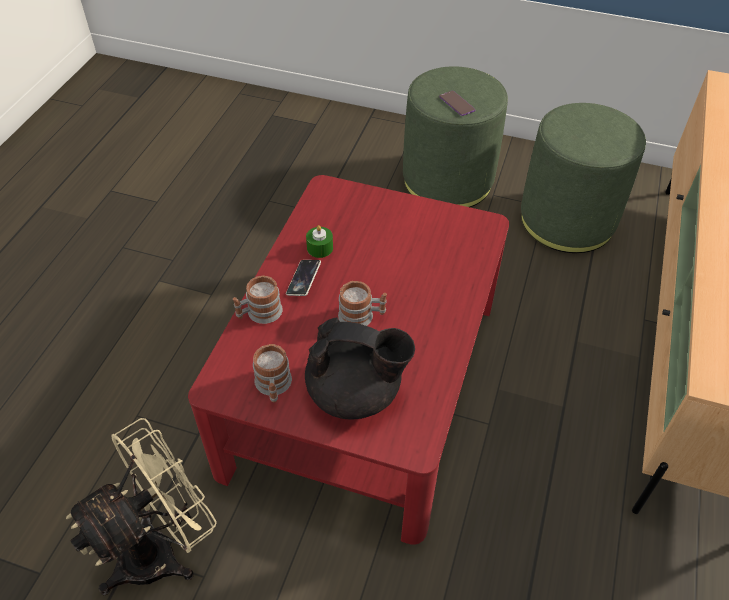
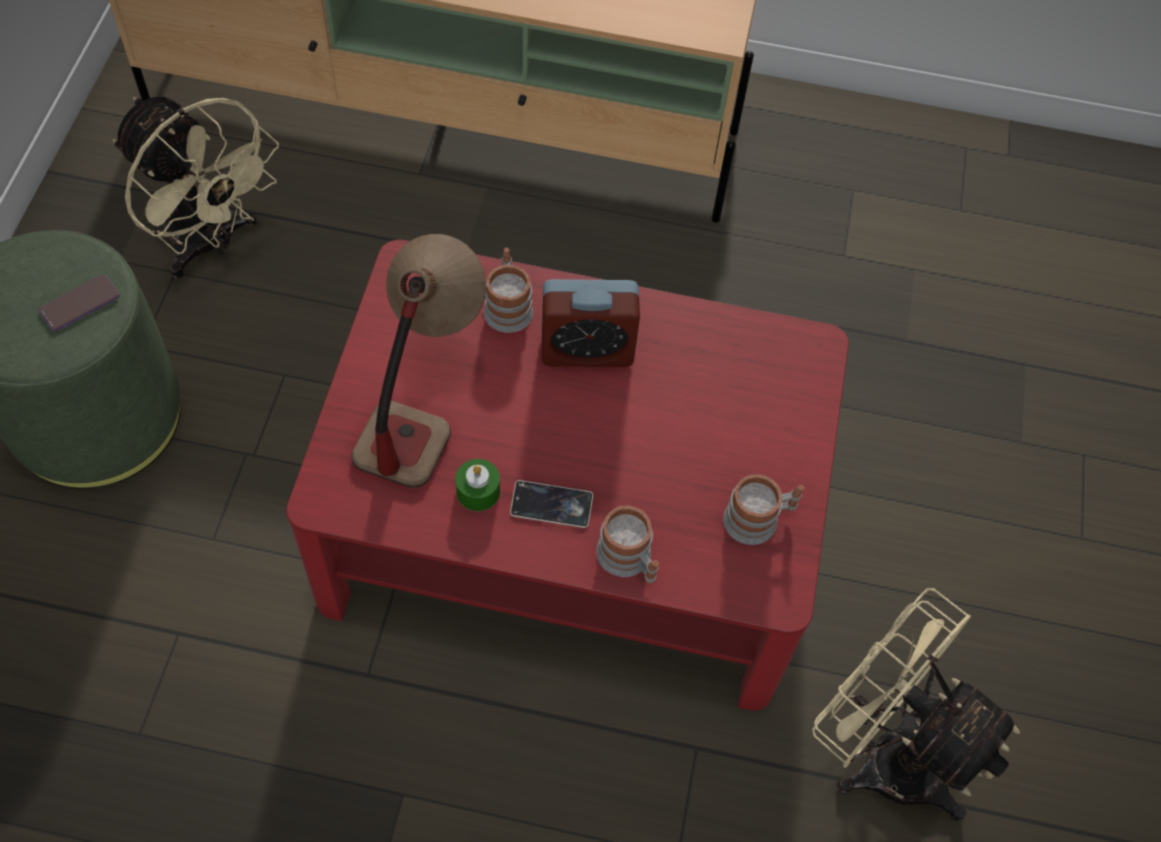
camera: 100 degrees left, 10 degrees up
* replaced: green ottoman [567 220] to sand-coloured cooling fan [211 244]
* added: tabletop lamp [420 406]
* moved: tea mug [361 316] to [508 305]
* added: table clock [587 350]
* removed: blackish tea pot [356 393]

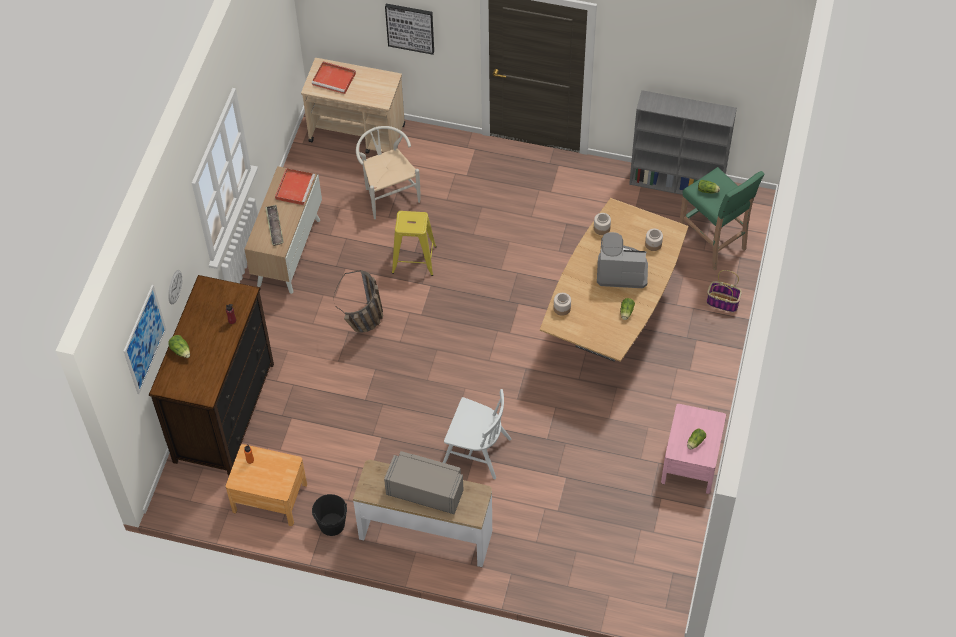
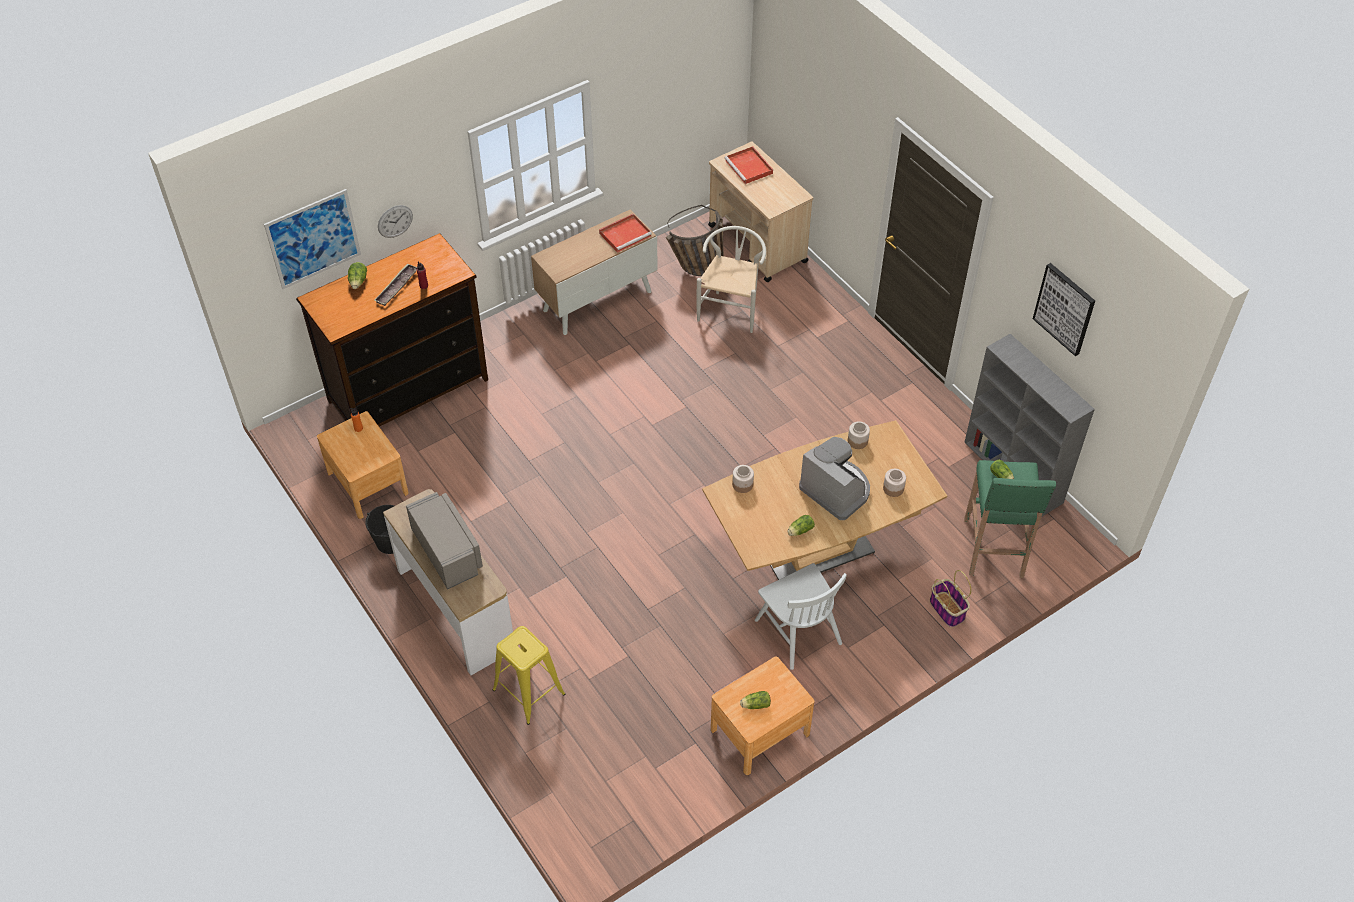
camera: 40 degrees right, 5 degrees down
* moved: serving tray [274 227] to [396 287]
* moved: yellowish sitting stool [414 259] to [529 692]
* moved: household basket [365 325] to [696 269]
* recoloured: pinkish night table [691 461] to brownish night table [760 732]
* moved: white plain chair [476 451] to [798 631]
* moved: picture [410 27] to [1065 308]

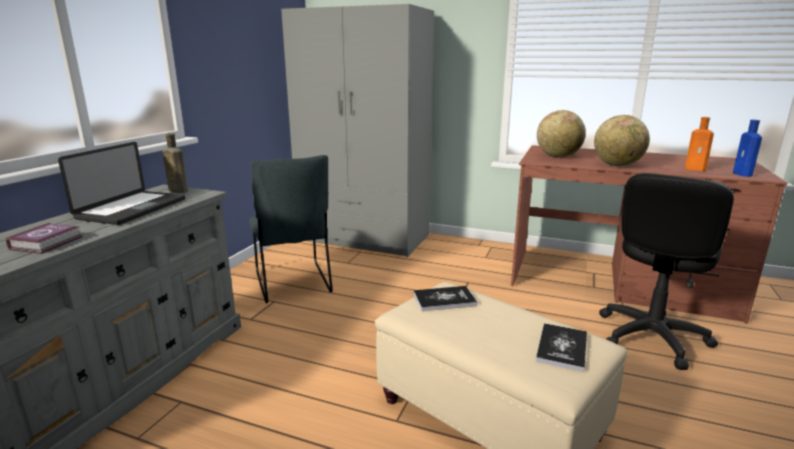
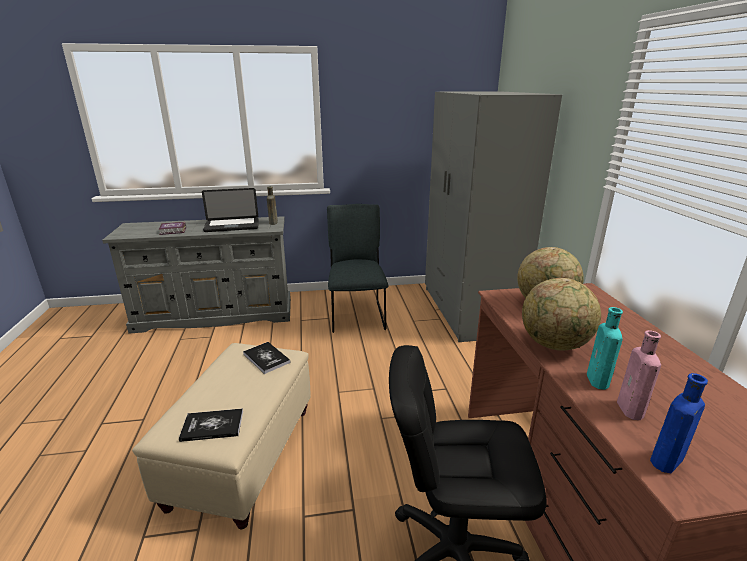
camera: 60 degrees right, 5 degrees up
* turned: grey plain chair [293 284] = [357 315] 135 degrees clockwise
* added: blue-green beverage bottle [598 382]
* recoloured: orange-coloured beverage bottle [697 169] to pinkish beverage bottle [631 411]

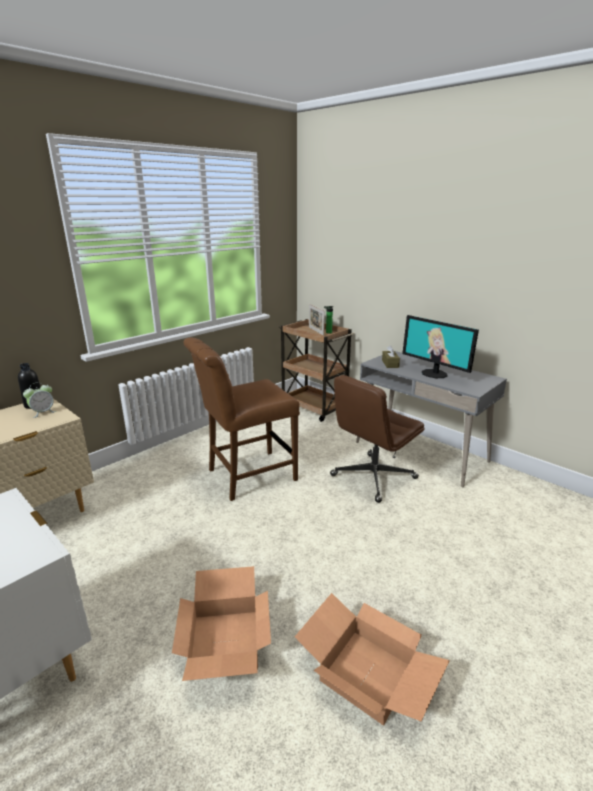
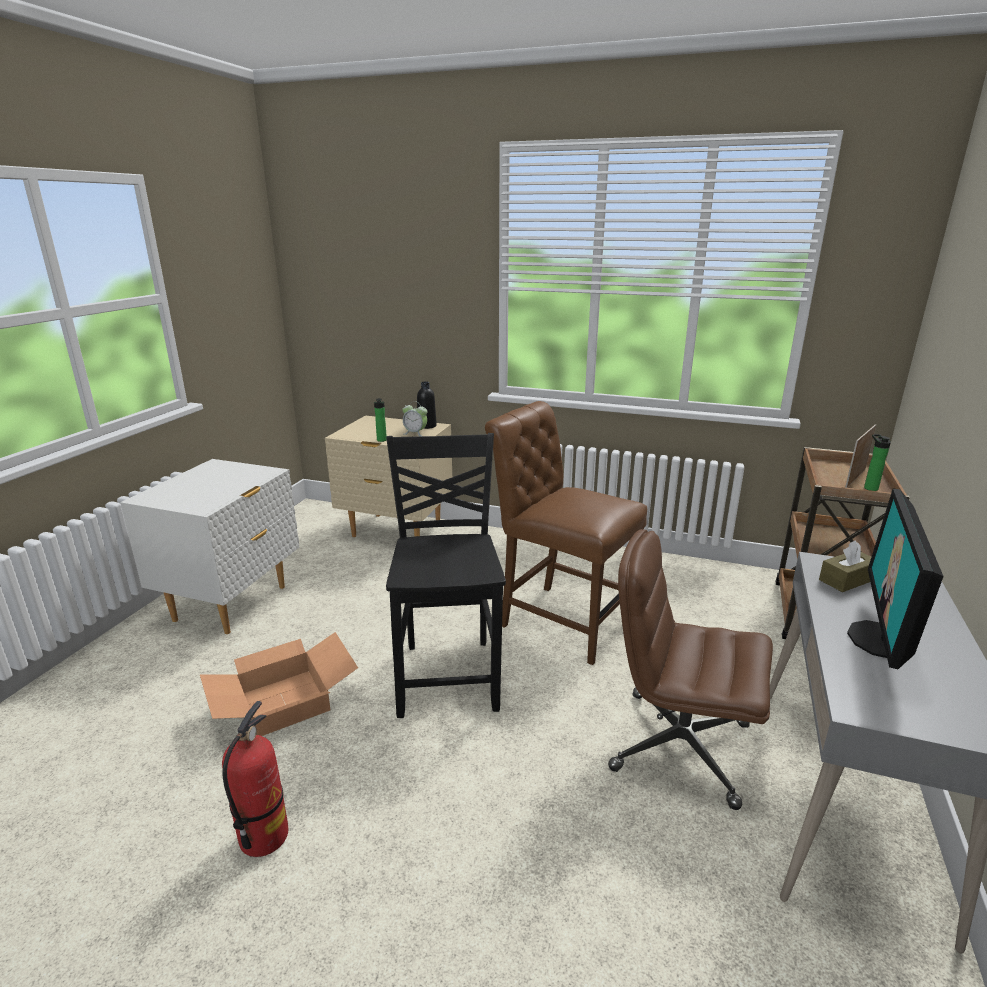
camera: 65 degrees right, 0 degrees up
* replaced: packing box [365 674] to extinguisher [263 836]
* added: beverage bottle [381 440]
* added: blackish plain chair [449 675]

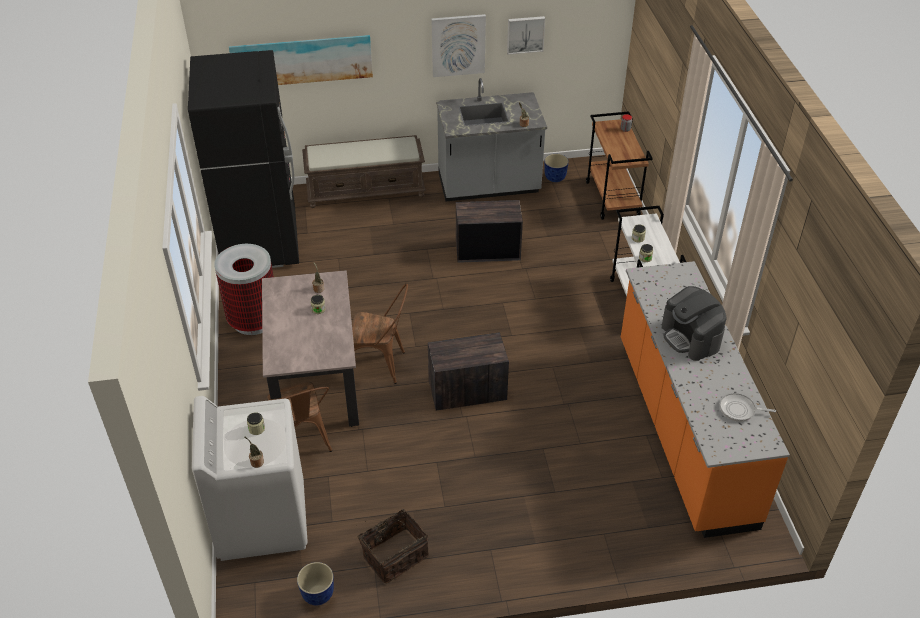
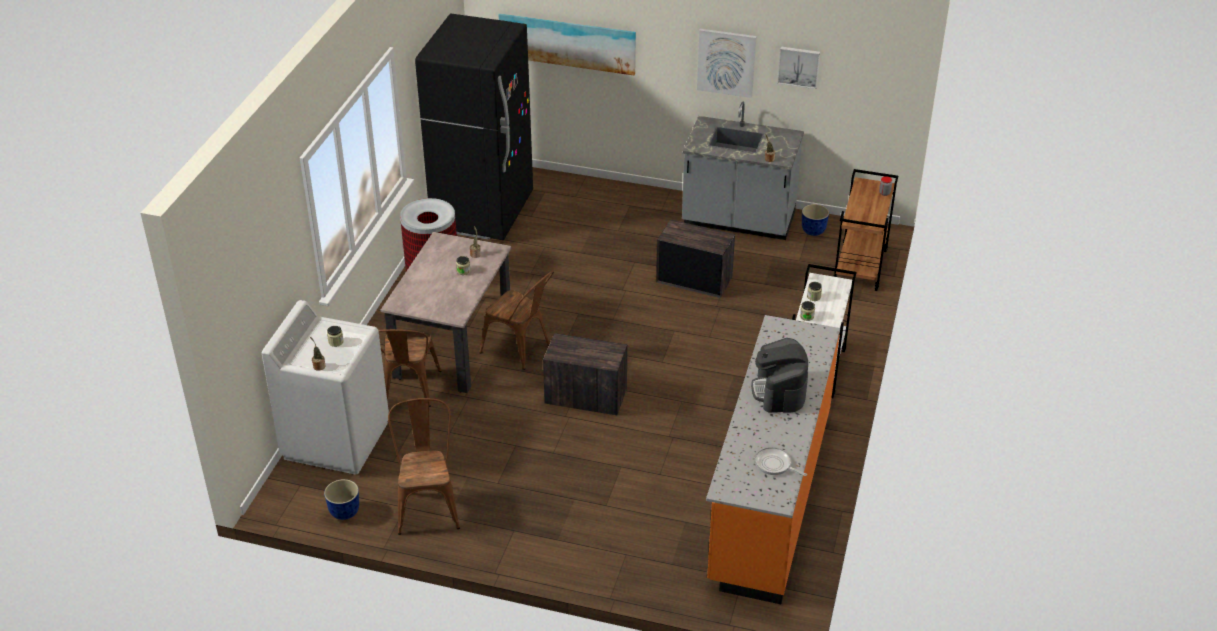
camera: 25 degrees right, 5 degrees down
* replaced: household basket [394 554] to brownish plain chair [428 505]
* removed: brownish indoor bench [366 191]

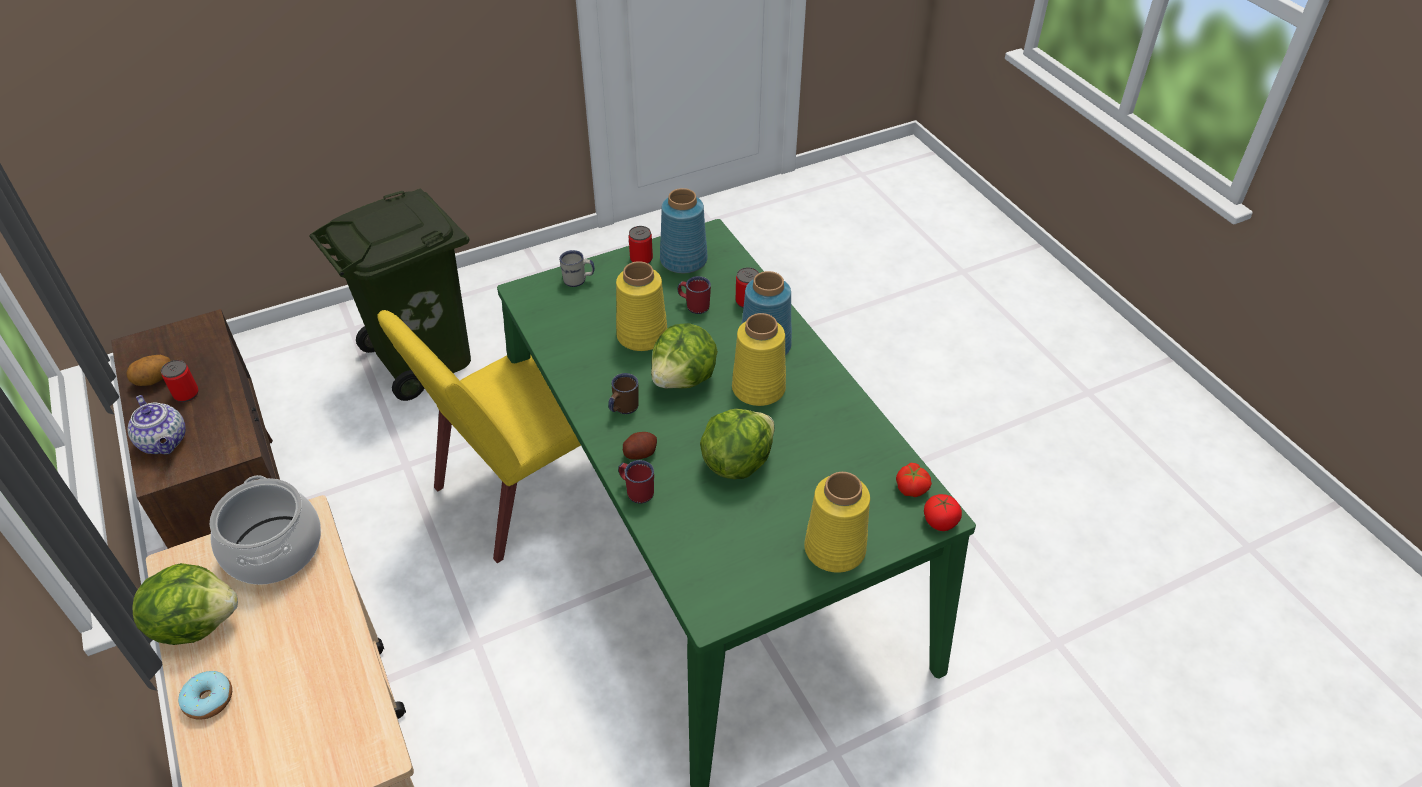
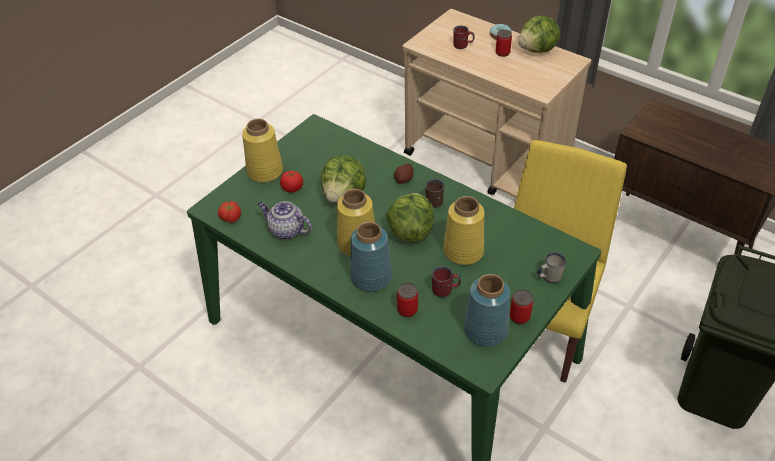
camera: 155 degrees right, 0 degrees up
* moved: tea pot [165 442] to [285 230]
* moved: fresh tomato [940 521] to [292 188]
* moved: reddish tea mug [636 490] to [463 46]
* moved: sealed can [186 394] to [502 53]
* removed: whole potato [155 381]
* removed: cooking pot [275 550]

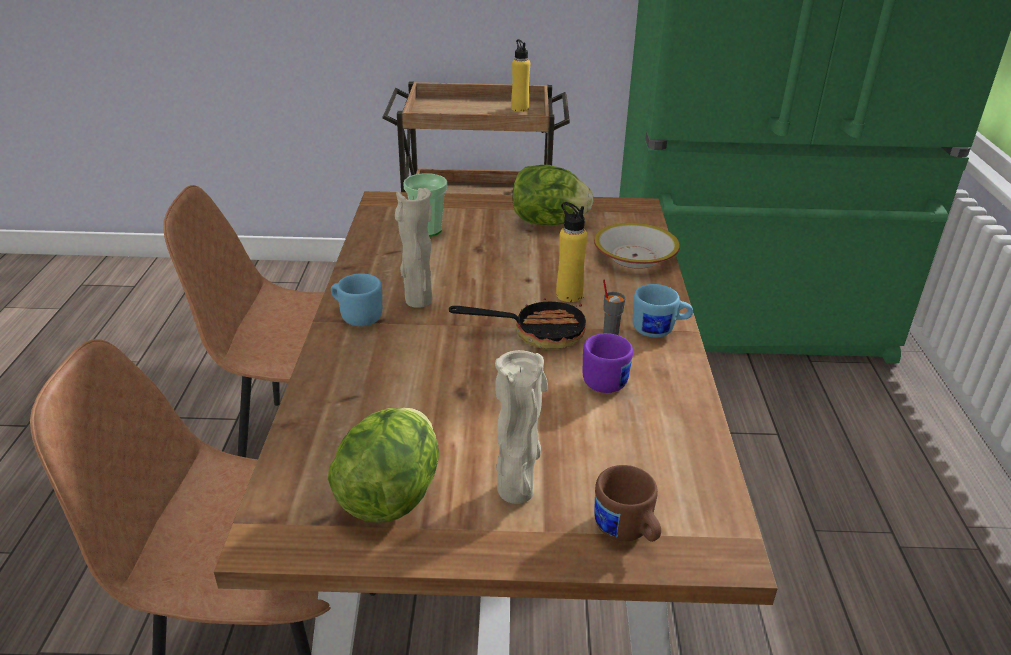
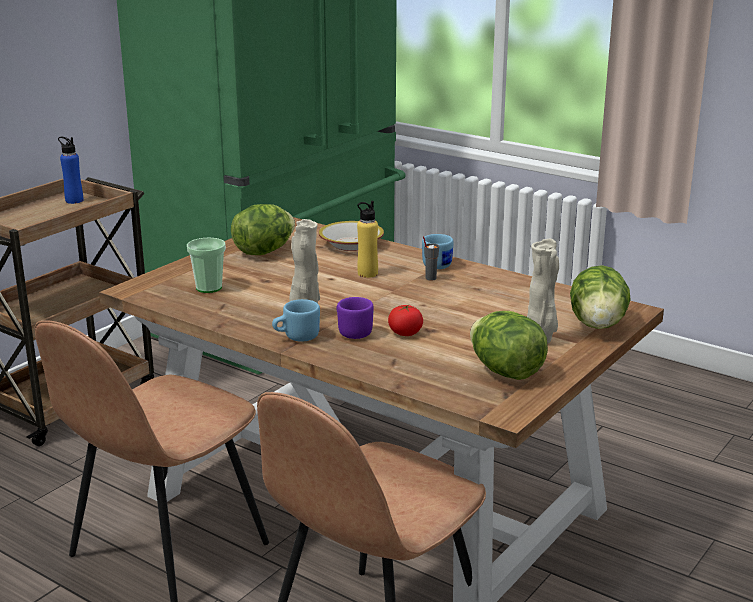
camera: 55 degrees left, 10 degrees down
* recoloured: yellowish beverage bottle [520 108] to blue-coloured beverage bottle [74 200]
* moved: purplish tea mug [607 378] to [352 332]
* added: fresh tomato [405 333]
* replaced: brownish tea mug [627 532] to lettuce [597 325]
* removed: frying pan [537 332]

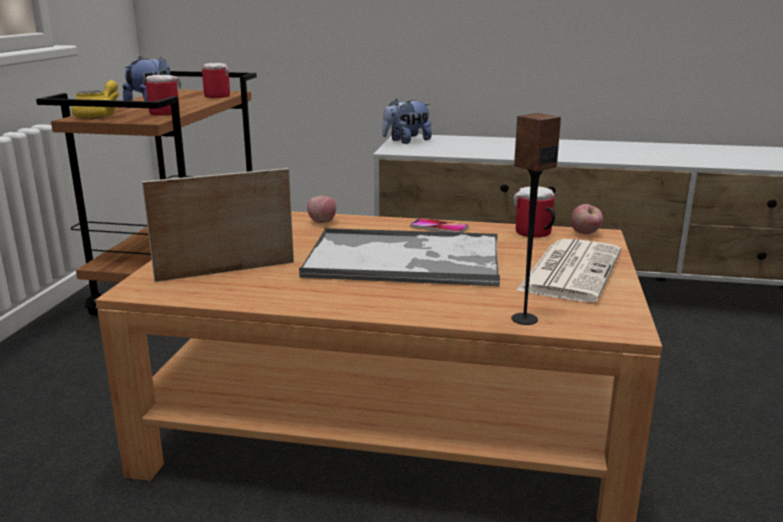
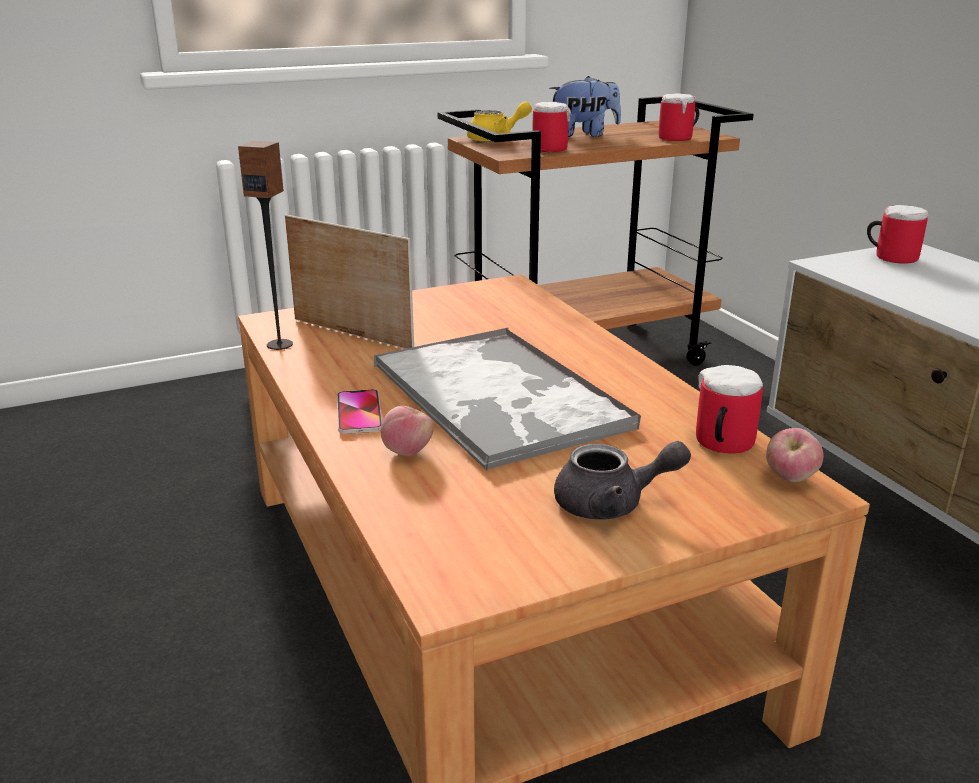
camera: 55 degrees right, 5 degrees up
* moved: speaker [524 319] to [280 344]
* moved: phone [439 227] to [359 413]
* moved: apple [322 222] to [408 452]
* replaced: printed paper [570 270] to grey tea pot [612 504]
* replaced: soft toy [406 141] to tea mug [890 257]

